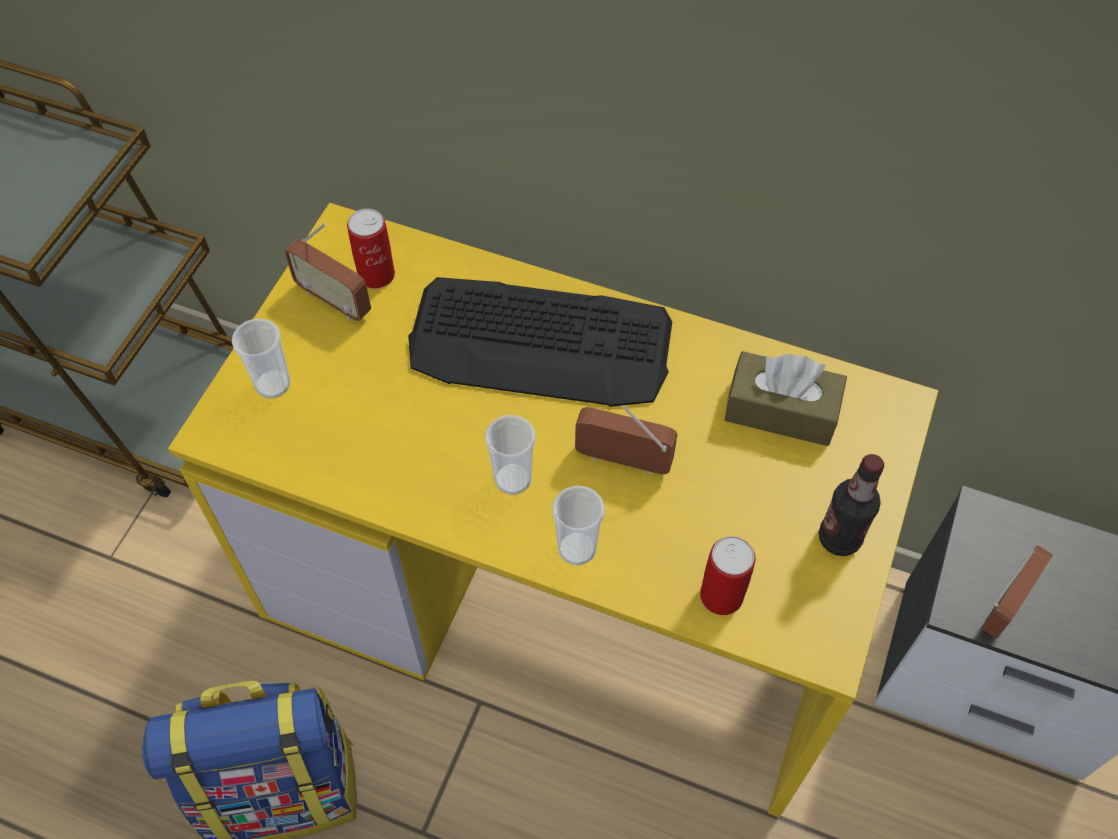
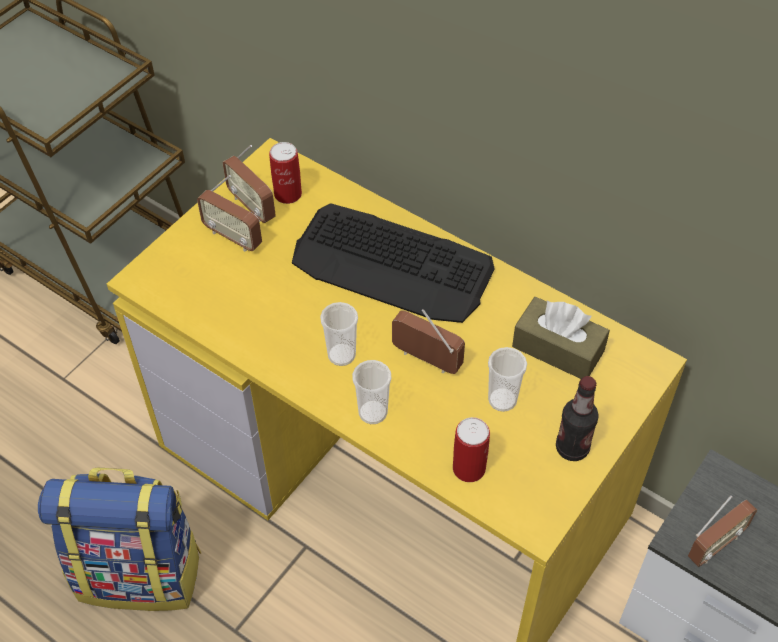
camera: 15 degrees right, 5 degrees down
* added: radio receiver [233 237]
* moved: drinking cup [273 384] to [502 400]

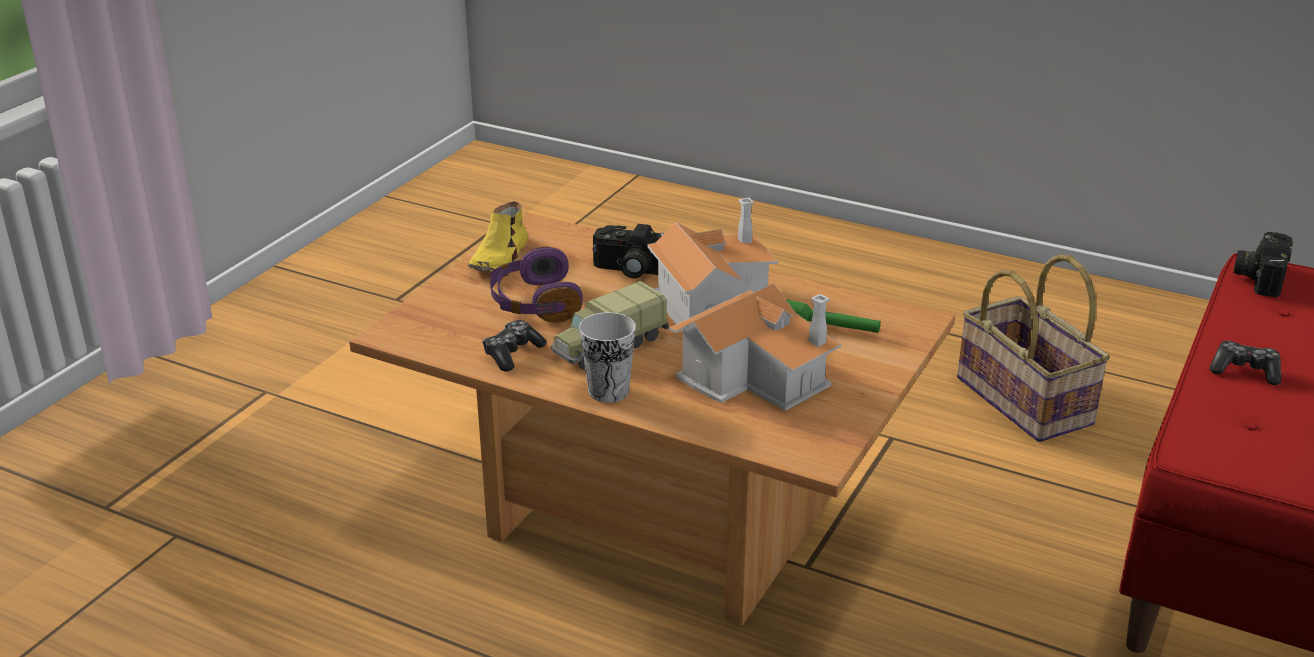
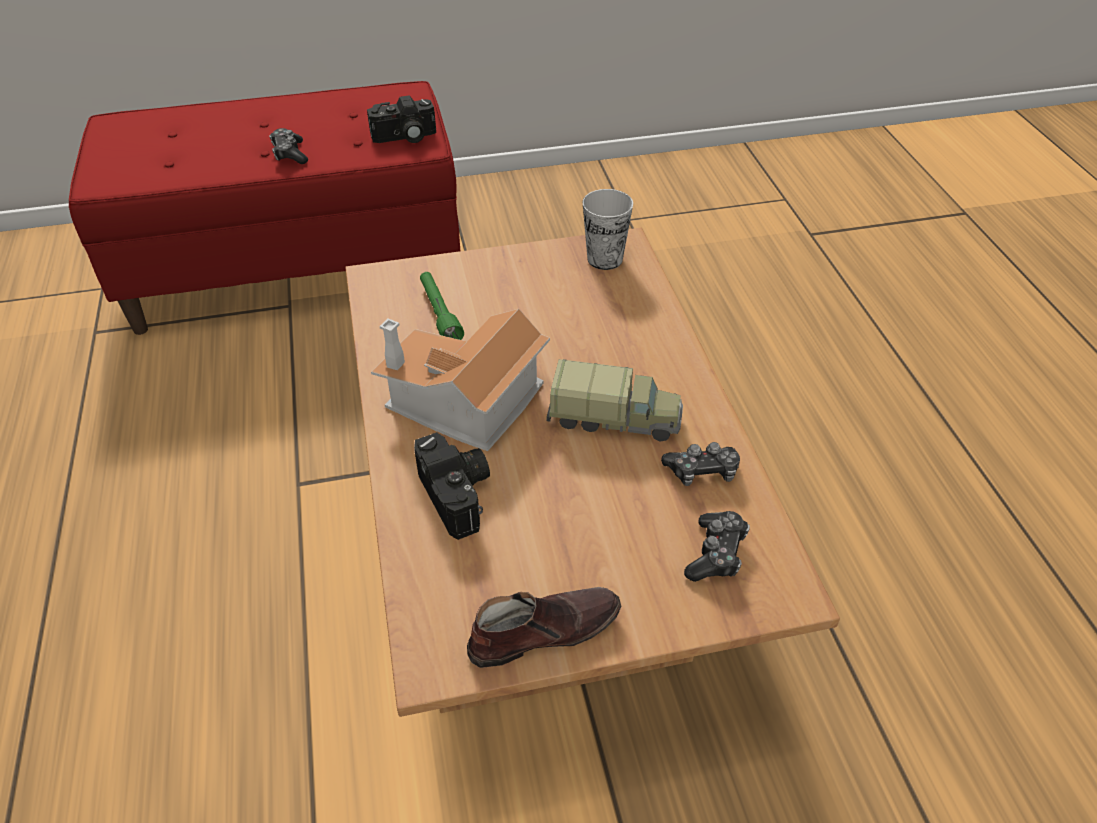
camera: 130 degrees left, 15 degrees up
* moved: still camera [1258 276] to [404 137]
* recoloured: yellowish item of footwear [500 257] to brownish item of footwear [543 631]
* moved: drinking cup [608 391] to [605 259]
* added: joypad [716 554]
* removed: purplish headphones [534 303]
* removed: model house [757 375]
* removed: household basket [1026 401]

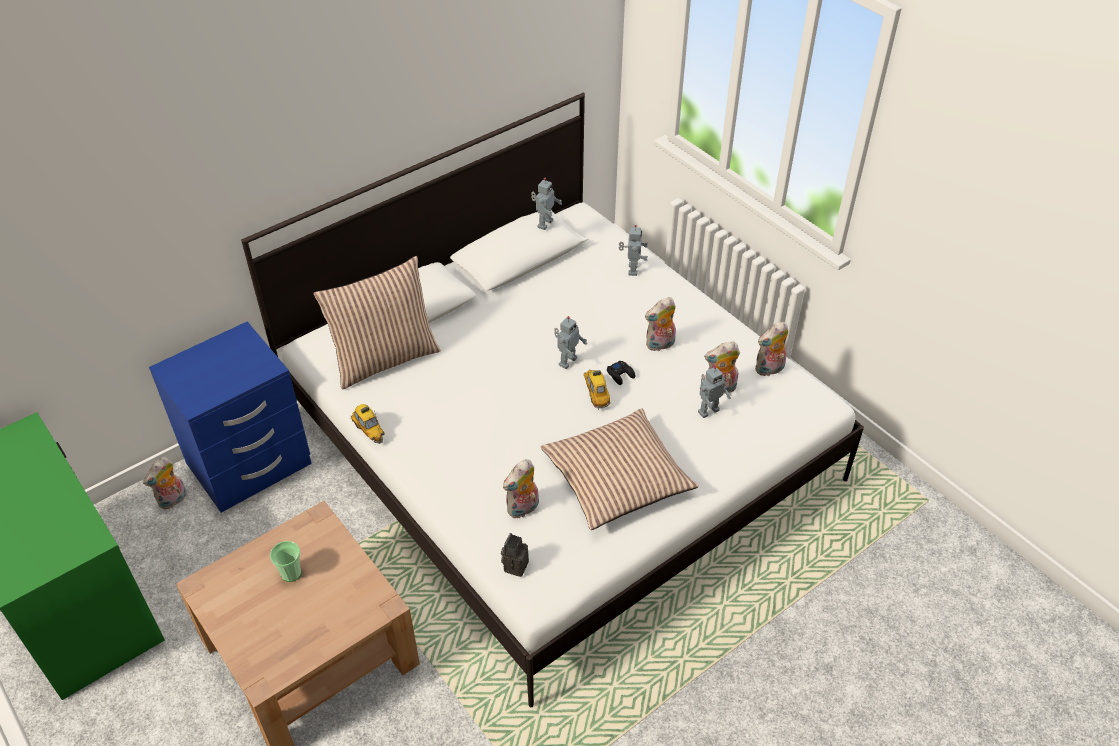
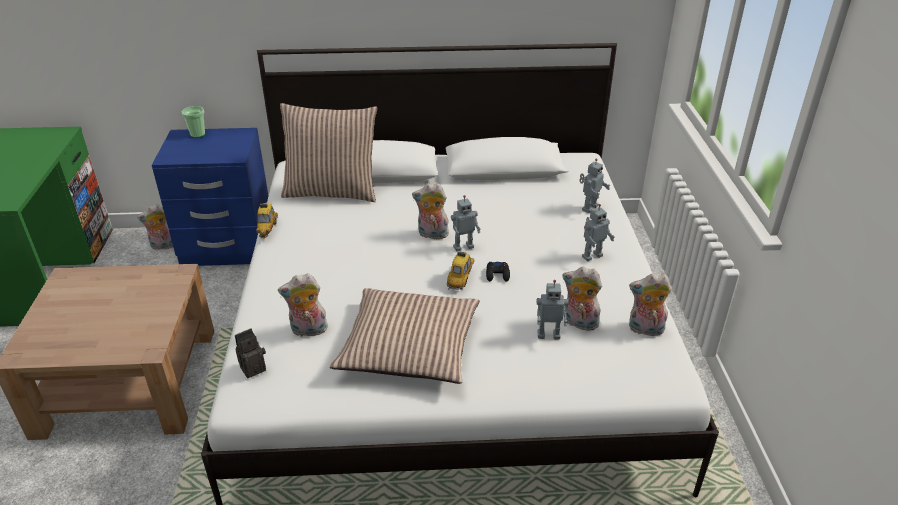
camera: 35 degrees right, 10 degrees down
* moved: drinking cup [291 573] to [197 134]
* moved: soft toy [660 345] to [432 235]
* moved: toy robot [544 223] to [591 256]

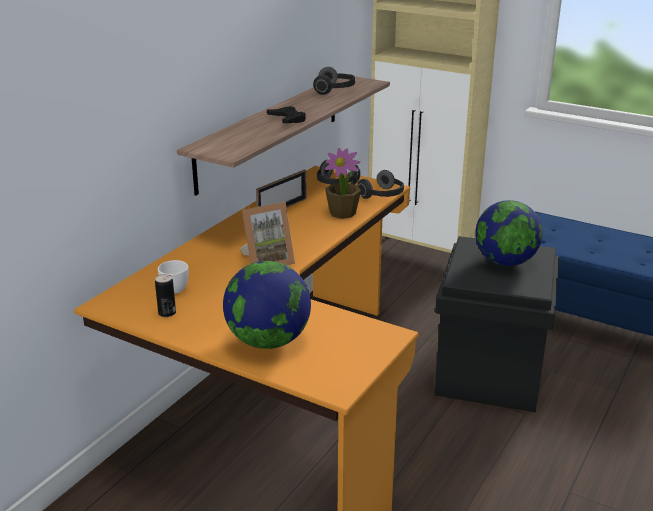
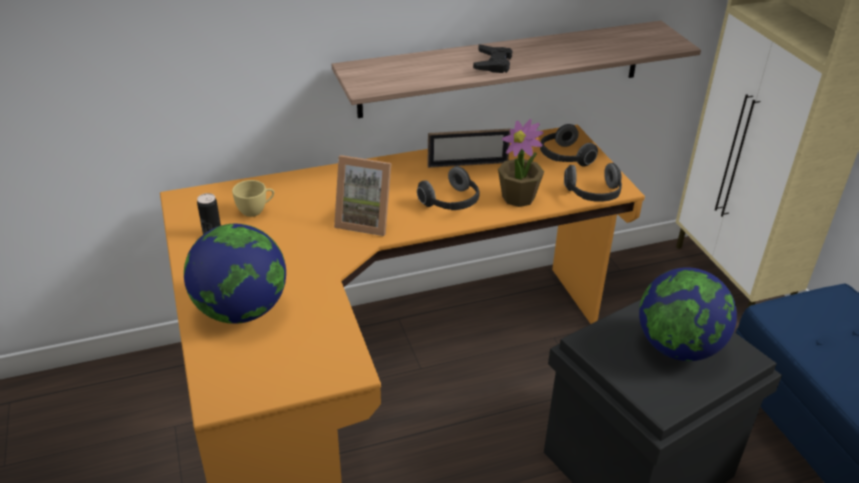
camera: 40 degrees right, 10 degrees up
* recoloured: white drinking cup [177 287] to yellowish drinking cup [256 210]
* moved: headphones [335 90] to [451 203]

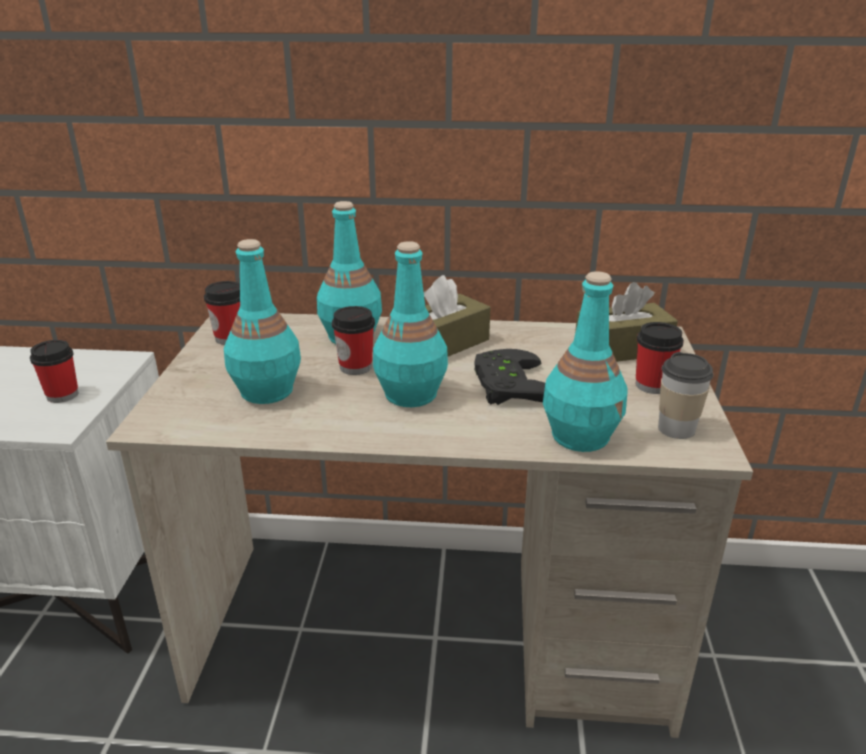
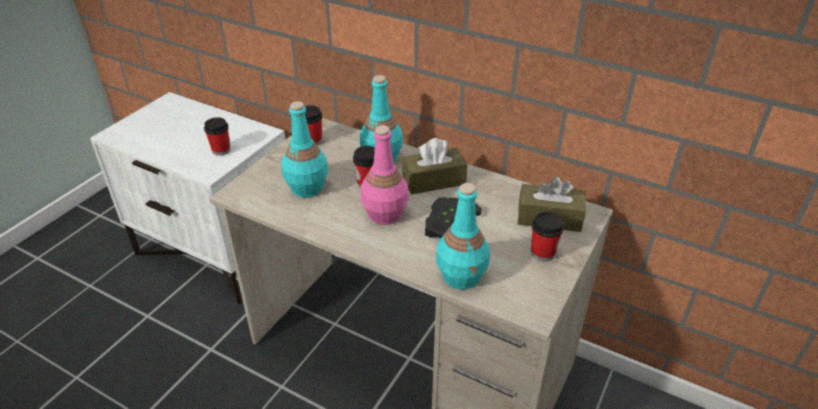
camera: 25 degrees right, 10 degrees up
* recoloured: blue-green beverage bottle [410 394] to pinkish beverage bottle [384 214]
* removed: drinking cup [676 429]

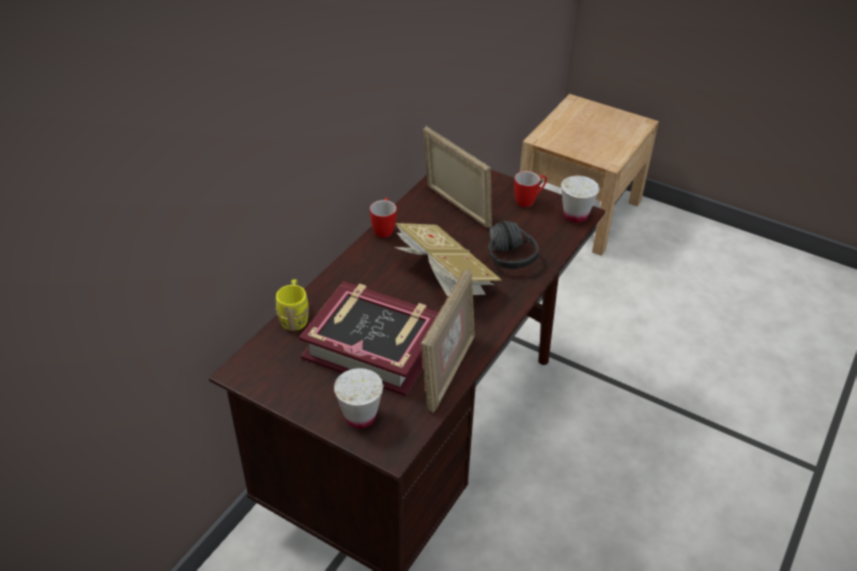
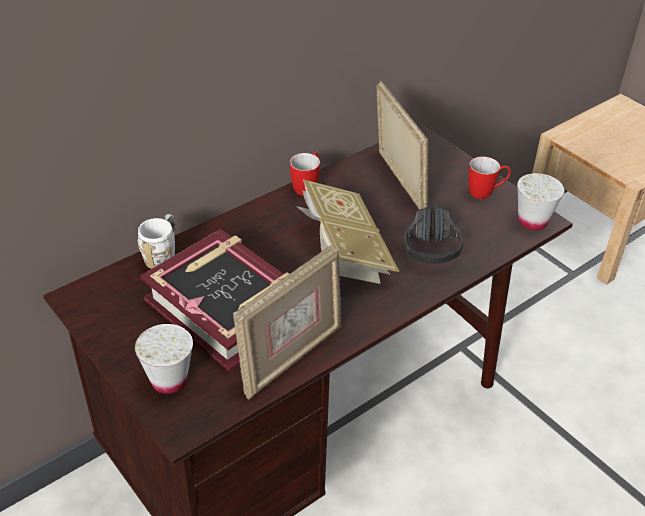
camera: 20 degrees right, 0 degrees up
* recoloured: yellowish tea mug [294 317] to white tea mug [163 255]

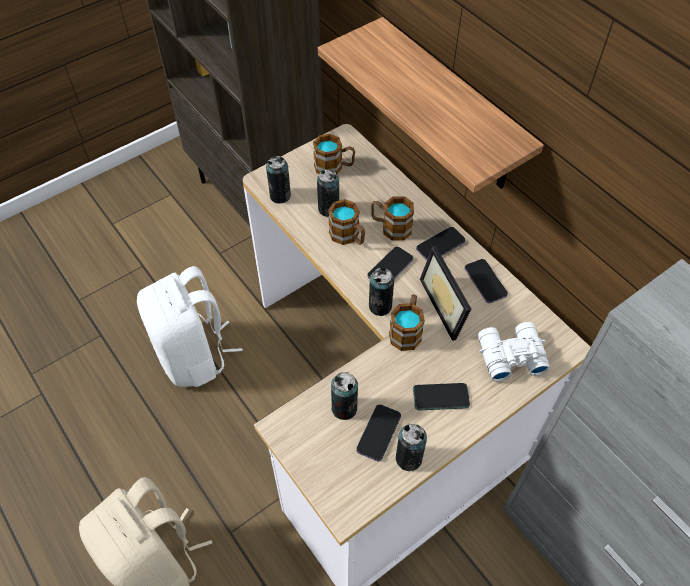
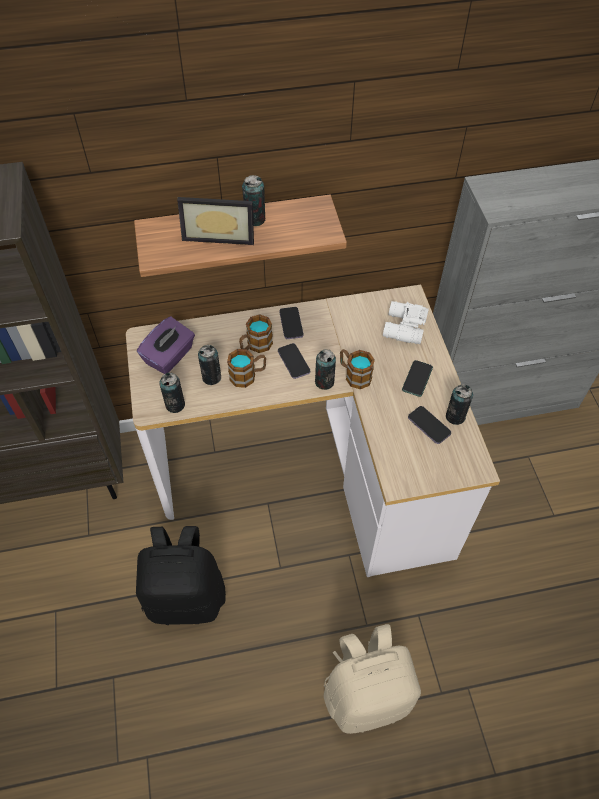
camera: 65 degrees left, 0 degrees up
* recoloured: white rucksack [194 355] to blackish rucksack [186 596]
* replaced: tea mug [334 167] to purplish tissue holder [169 356]
* moved: standing frame [448 305] to [219 234]
* moved: sealed can [344 408] to [255 219]
* removed: phone [485 282]

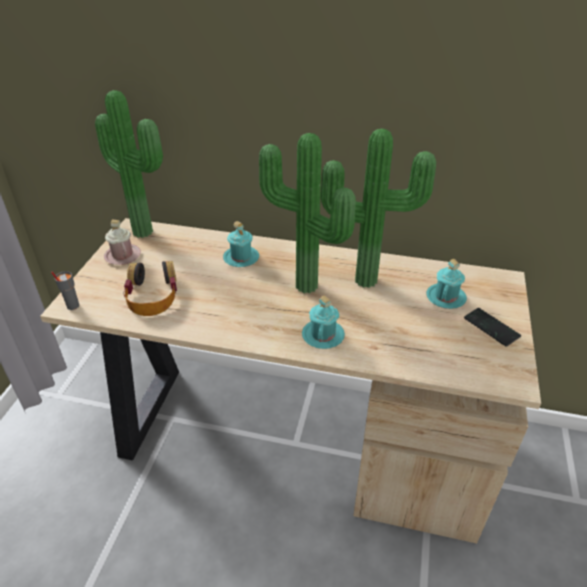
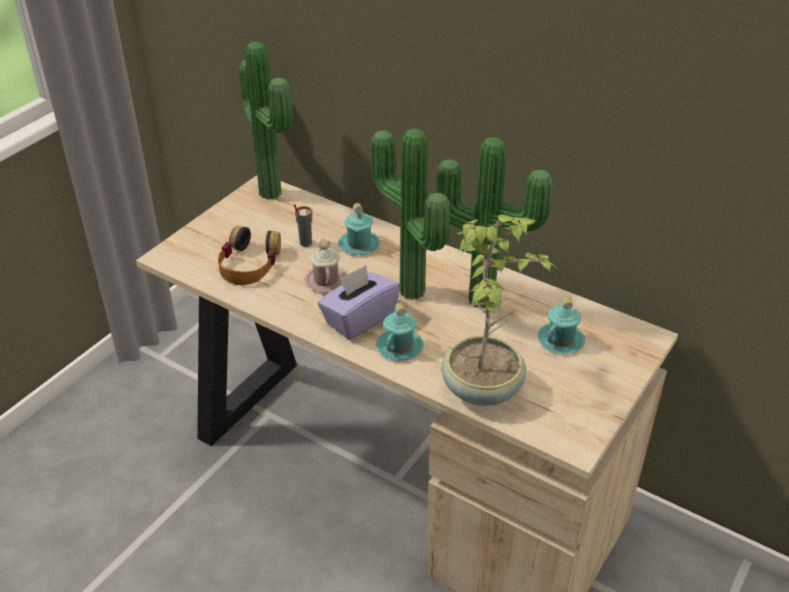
camera: 20 degrees right, 0 degrees up
* moved: grey drinking cup [72 306] to [305 243]
* moved: pinkish tea mug [122 256] to [326 280]
* added: purplish tissue holder [359 319]
* added: houseplant [483 388]
* removed: phone [491 328]

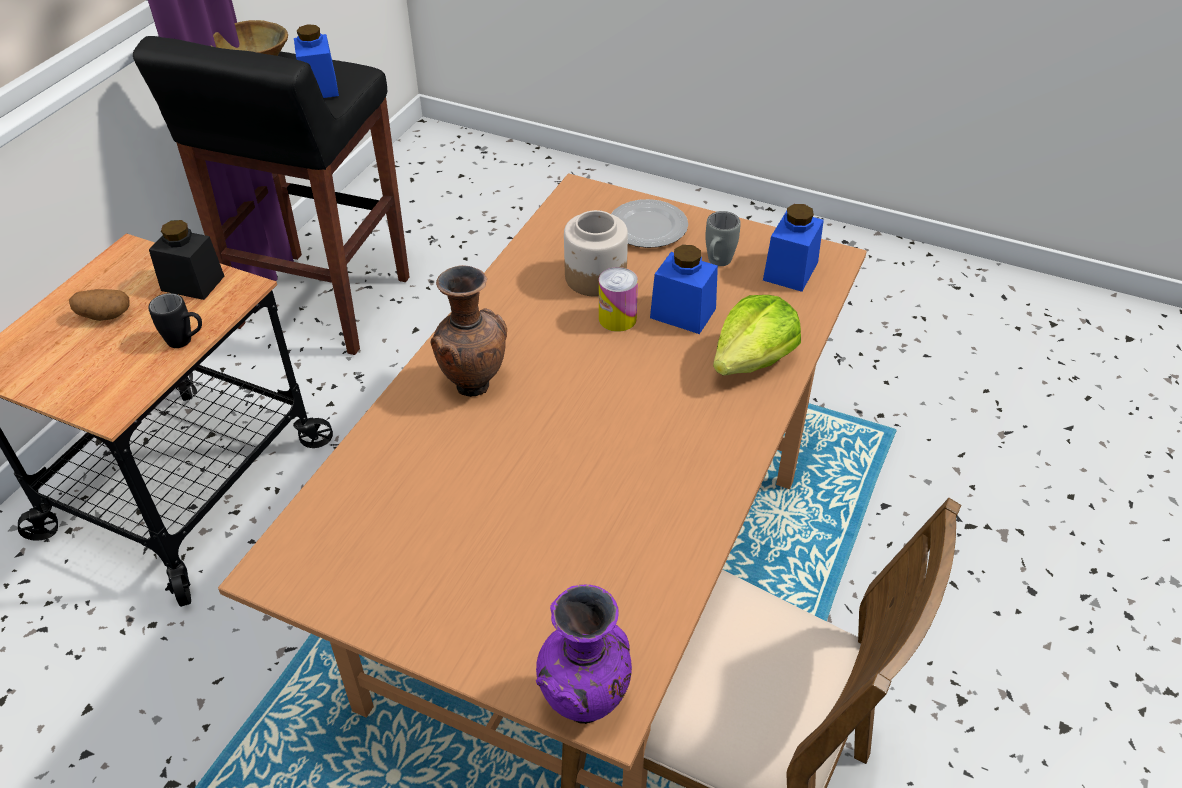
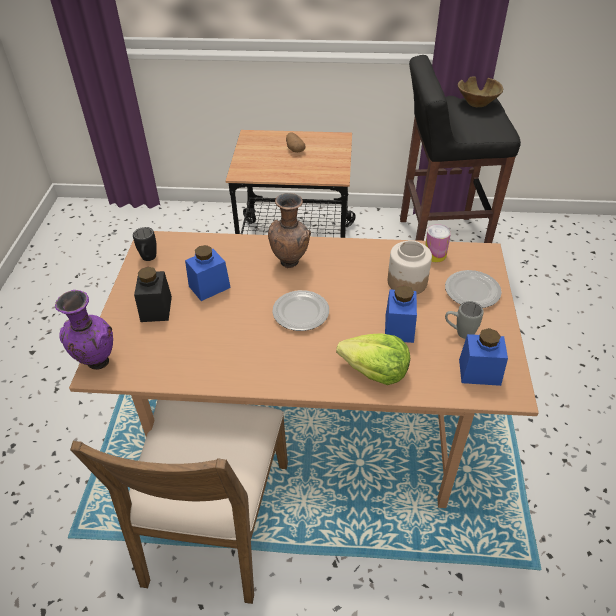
camera: 70 degrees right, 0 degrees up
* moved: blackish tea mug [186 342] to [148 259]
* moved: blackish jar [193 283] to [156 309]
* moved: blue-coloured jar [319 87] to [209 287]
* added: dinner plate [301 312]
* moved: sealed can [617 319] to [435 255]

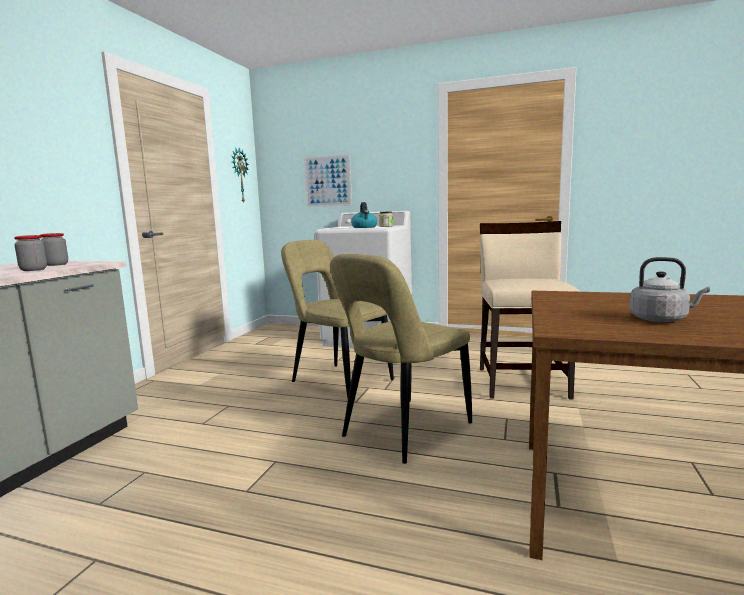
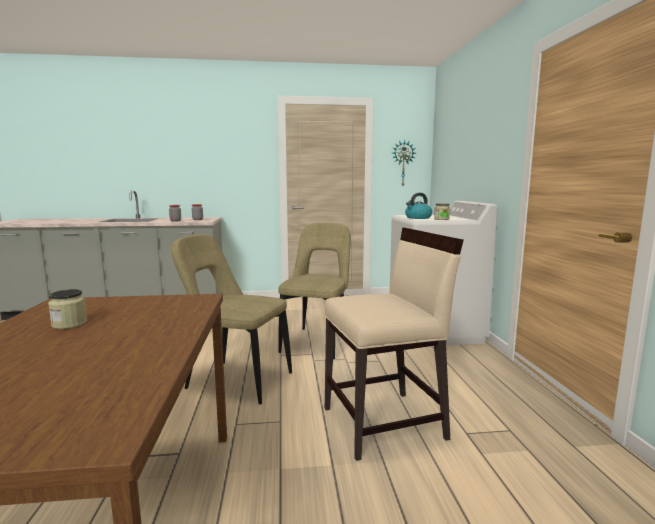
camera: 65 degrees right, 0 degrees up
* replaced: grey water kettle [661 319] to jar [69 324]
* removed: picture [328 181]

